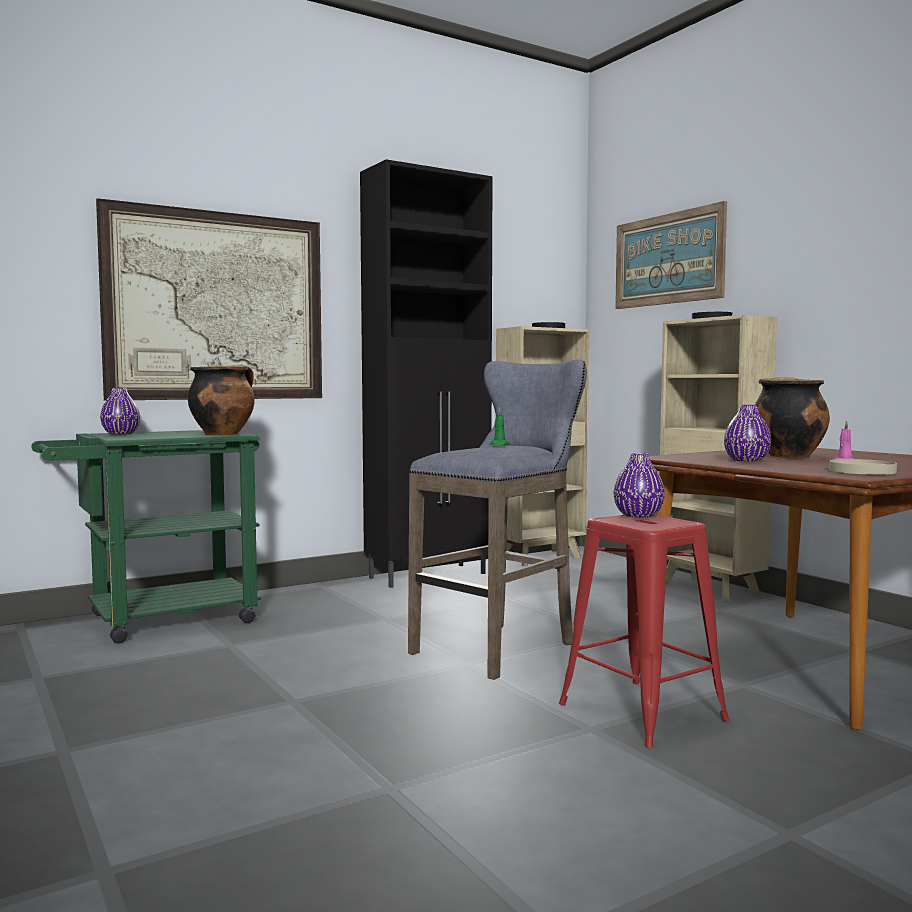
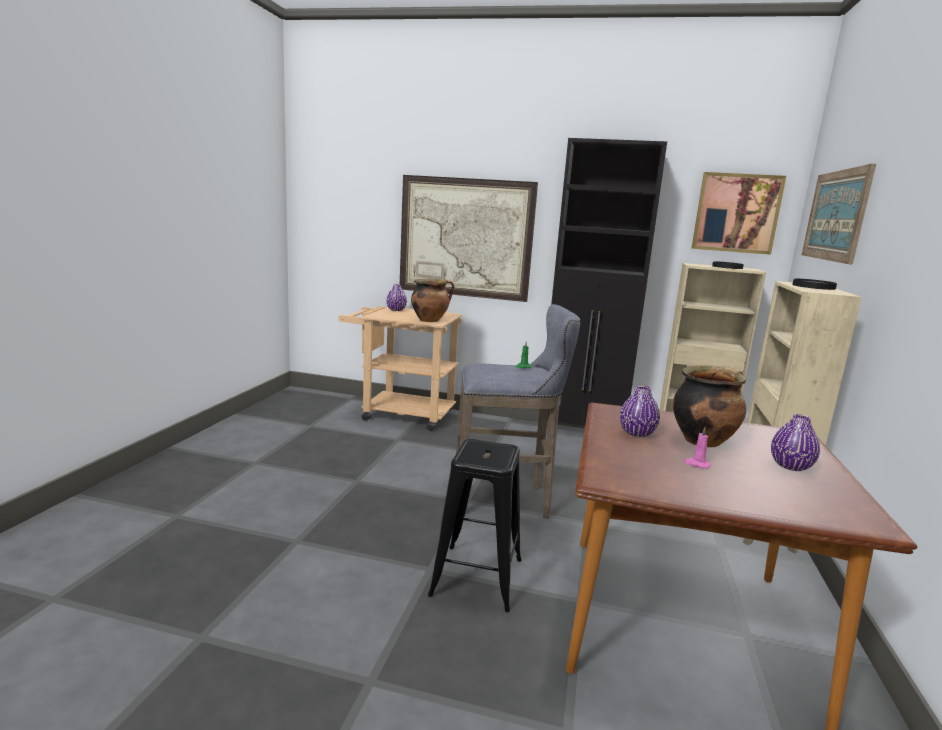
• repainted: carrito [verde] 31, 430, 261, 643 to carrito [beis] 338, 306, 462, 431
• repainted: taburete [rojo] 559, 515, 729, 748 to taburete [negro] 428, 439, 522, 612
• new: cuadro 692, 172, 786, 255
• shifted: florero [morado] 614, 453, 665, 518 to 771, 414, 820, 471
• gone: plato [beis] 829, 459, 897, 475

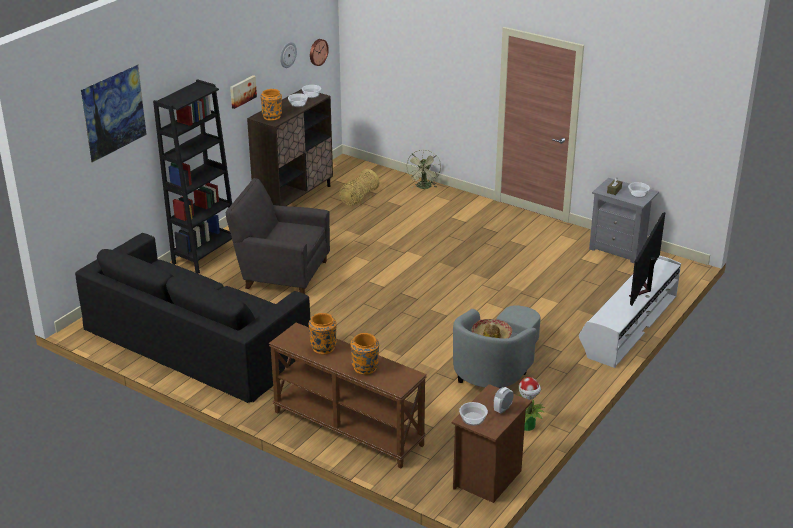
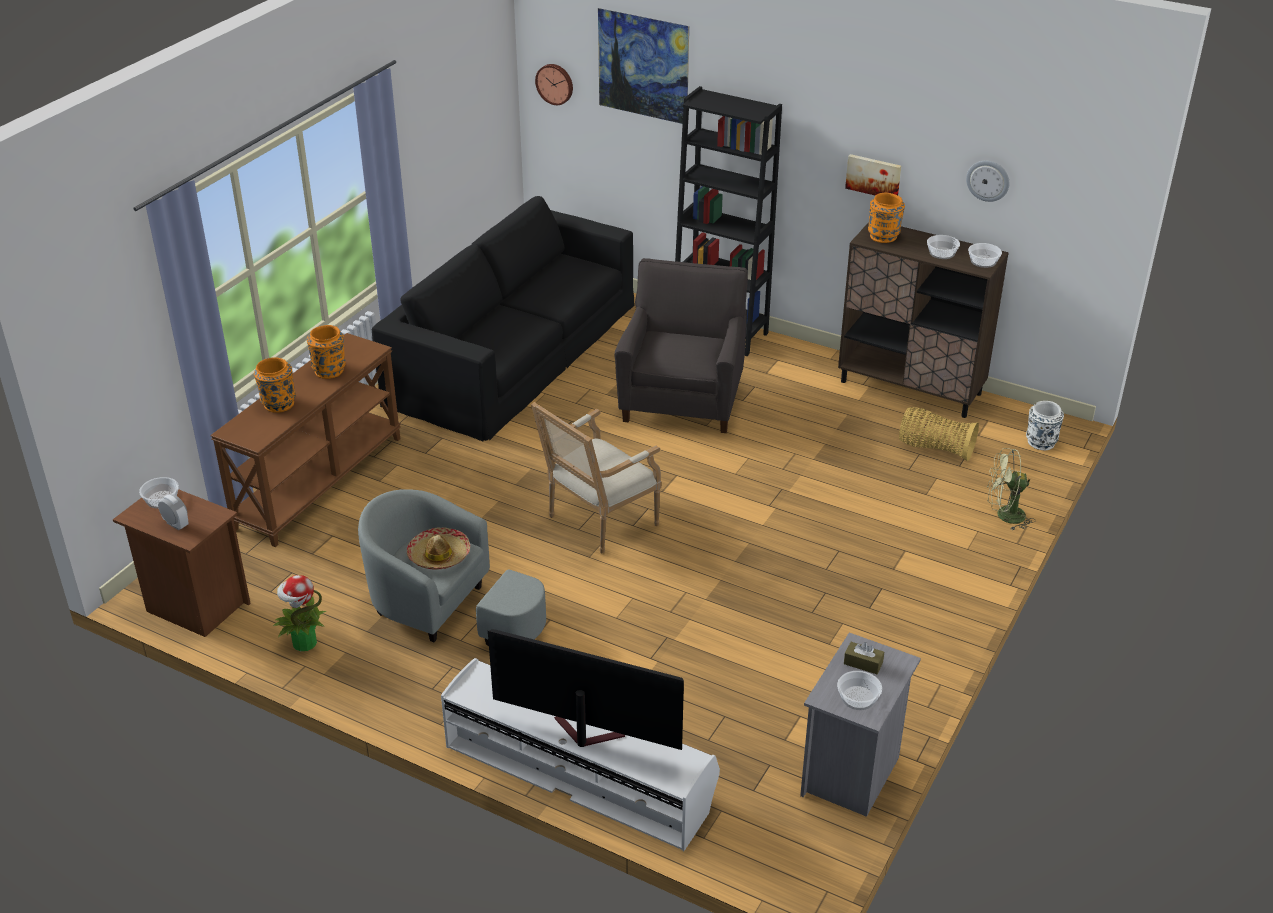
• new: sillón 531, 402, 662, 553
• shifted: reloj de pared 310, 39, 329, 66 to 535, 64, 573, 105
• new: florero [blanco] 1026, 401, 1064, 450

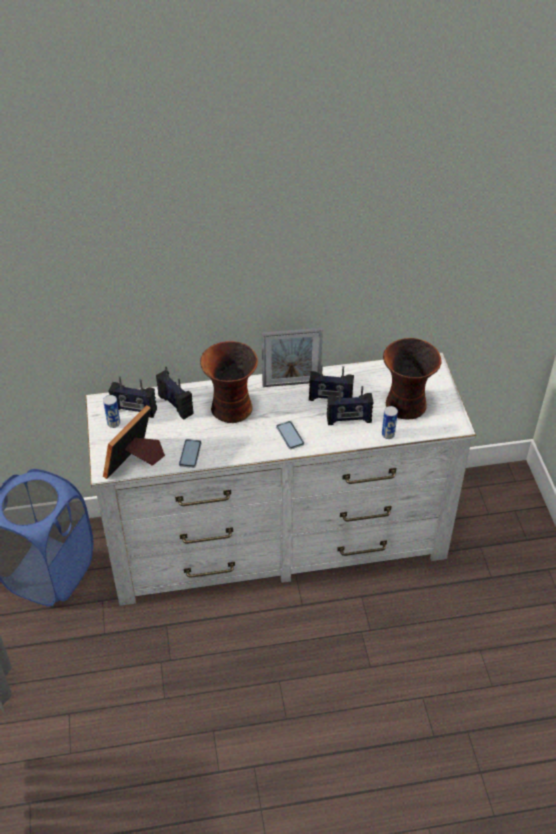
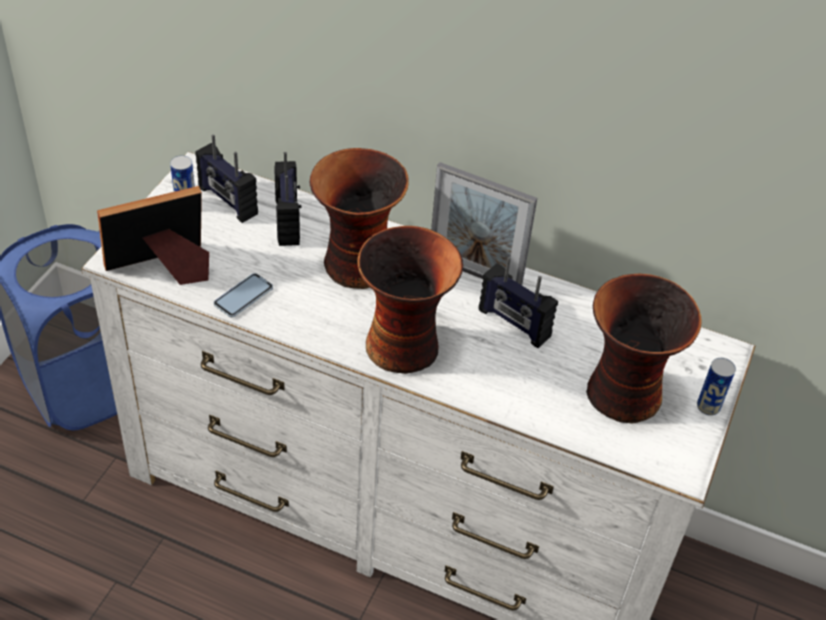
• swapped: móvil 276, 421, 304, 449 to florero 357, 226, 463, 374
• shifted: lata 382, 406, 398, 439 to 697, 358, 736, 416
• gone: radio 327, 386, 373, 425

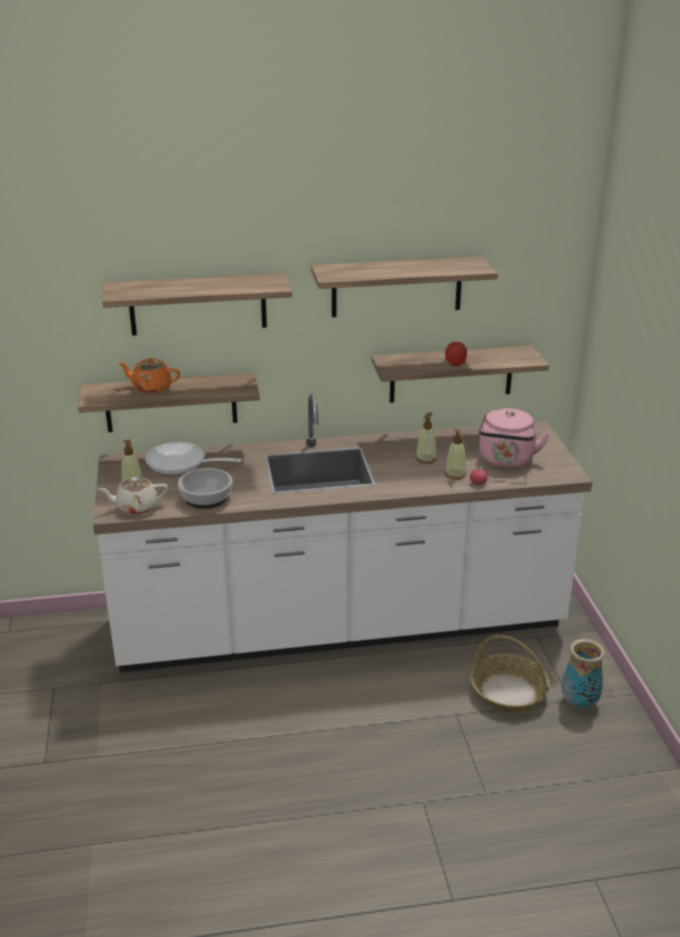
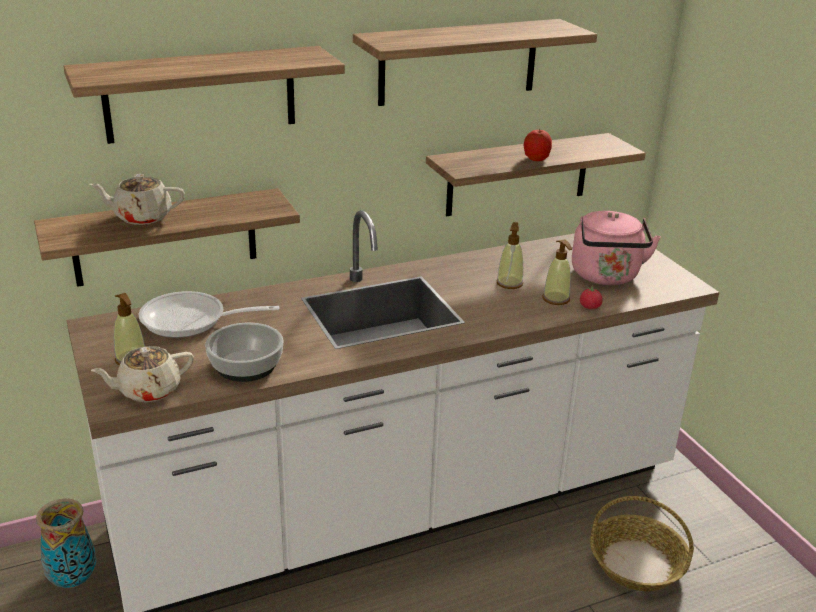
• shifted: florero 561, 639, 605, 709 to 36, 498, 97, 588
• repainted: tetera [naranja] 117, 358, 180, 393 to tetera [beis] 89, 174, 185, 225

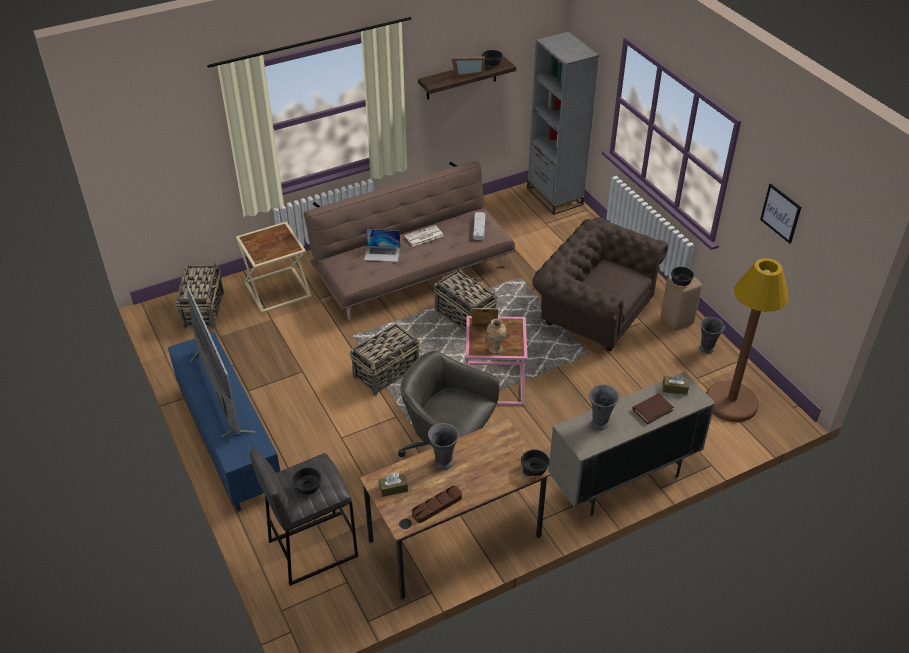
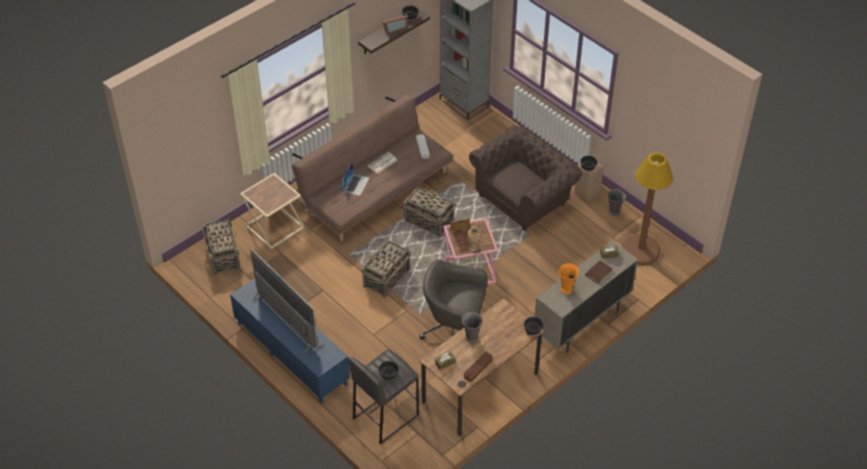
• rotated: portátil 364, 229, 400, 262 = 342, 162, 369, 196 60 degrees counterclockwise
• rotated: sillón [marrón] 532, 217, 668, 351 = 469, 126, 582, 231 120 degrees clockwise
• repainted: florero [gris] 589, 384, 619, 430 to florero [naranja] 559, 263, 579, 294
• gone: cuadro 760, 183, 801, 244

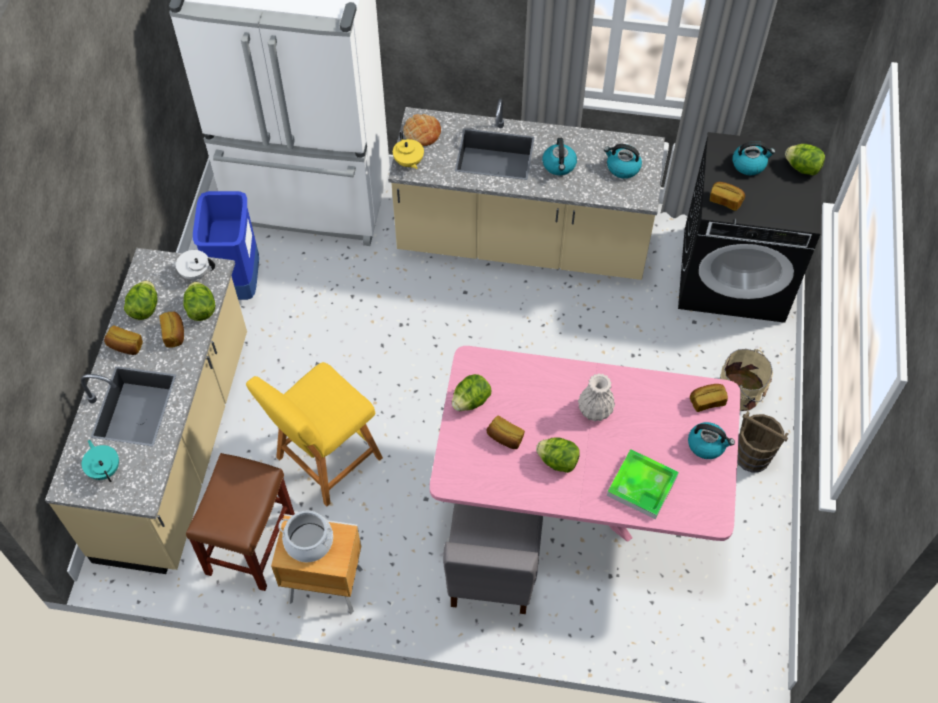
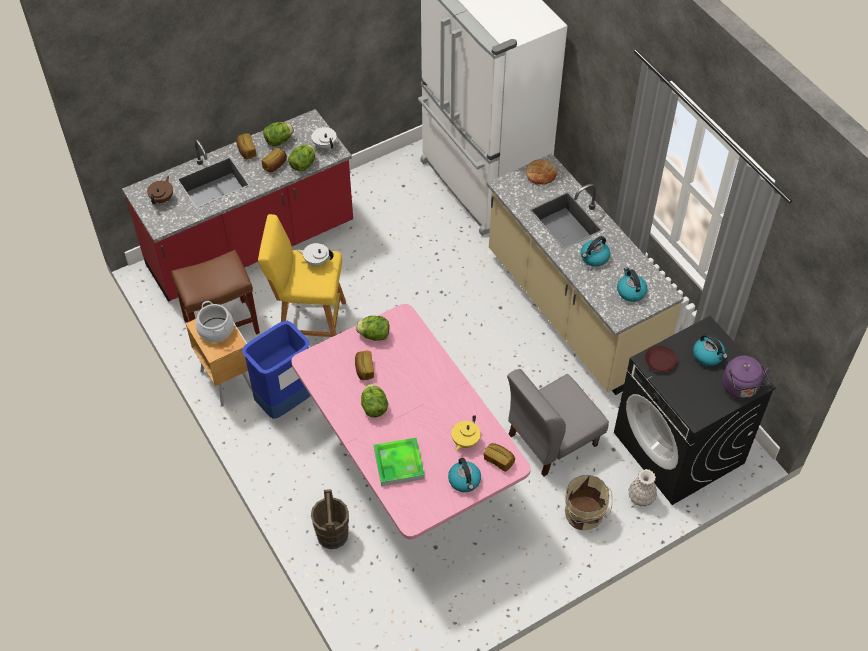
• repainted: mueble bajo de cocina [beis] 45, 248, 247, 574 to mueble bajo de cocina [rojo] 122, 109, 353, 302
• repainted: tetera [turquesa] 82, 440, 119, 482 to tetera [marrón] 147, 176, 173, 205
• shifted: papelera [azul] 193, 191, 259, 300 to 242, 321, 311, 419
• new: tetera [blanco] 296, 243, 334, 266
• shifted: cubo [marrón] 737, 411, 789, 473 to 311, 489, 349, 549
• shifted: tetera [amarillo] 393, 132, 424, 169 to 451, 415, 481, 451
• shifted: silla [gris] 443, 503, 543, 614 to 507, 369, 609, 476
• shifted: florero [blanco] 578, 373, 615, 421 to 628, 469, 657, 507
• swapped: pan 710, 182, 745, 211 to plato [marrón] 645, 345, 678, 372
• swapped: lechuga 785, 144, 825, 176 to hervidor [morado] 722, 356, 771, 399

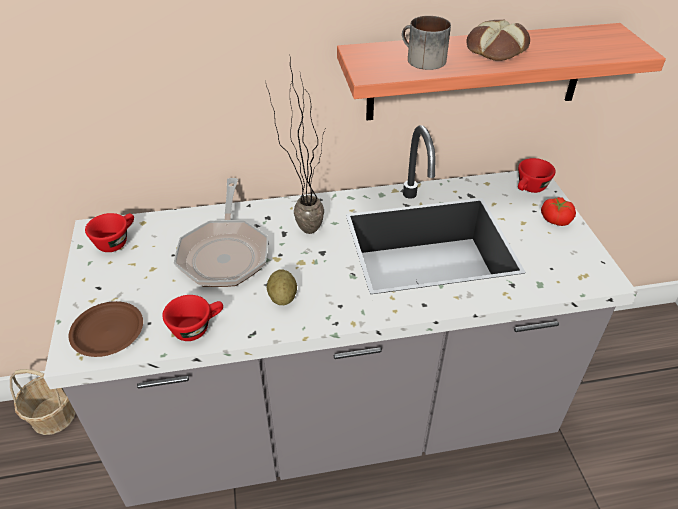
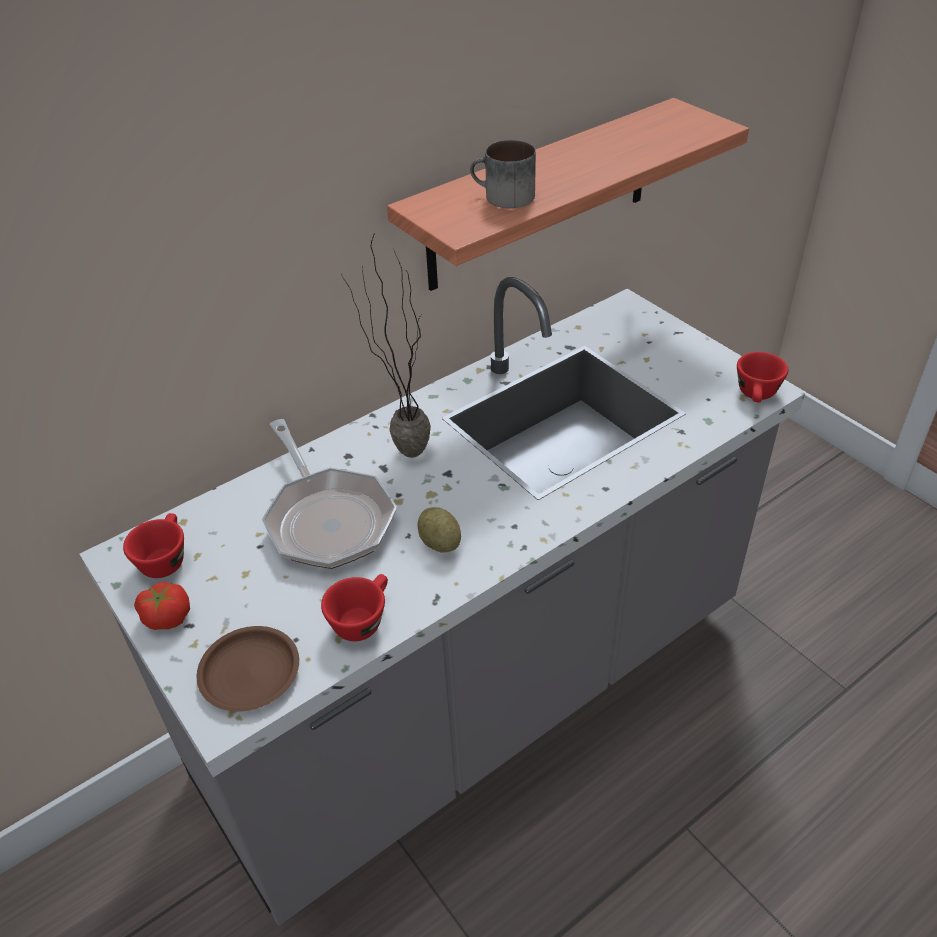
• shifted: tomate 541, 197, 576, 226 to 134, 582, 190, 630
• shifted: taza [rojo] 518, 158, 556, 193 to 737, 352, 788, 403
• gone: cesta 10, 369, 76, 435
• gone: pan 466, 19, 530, 61

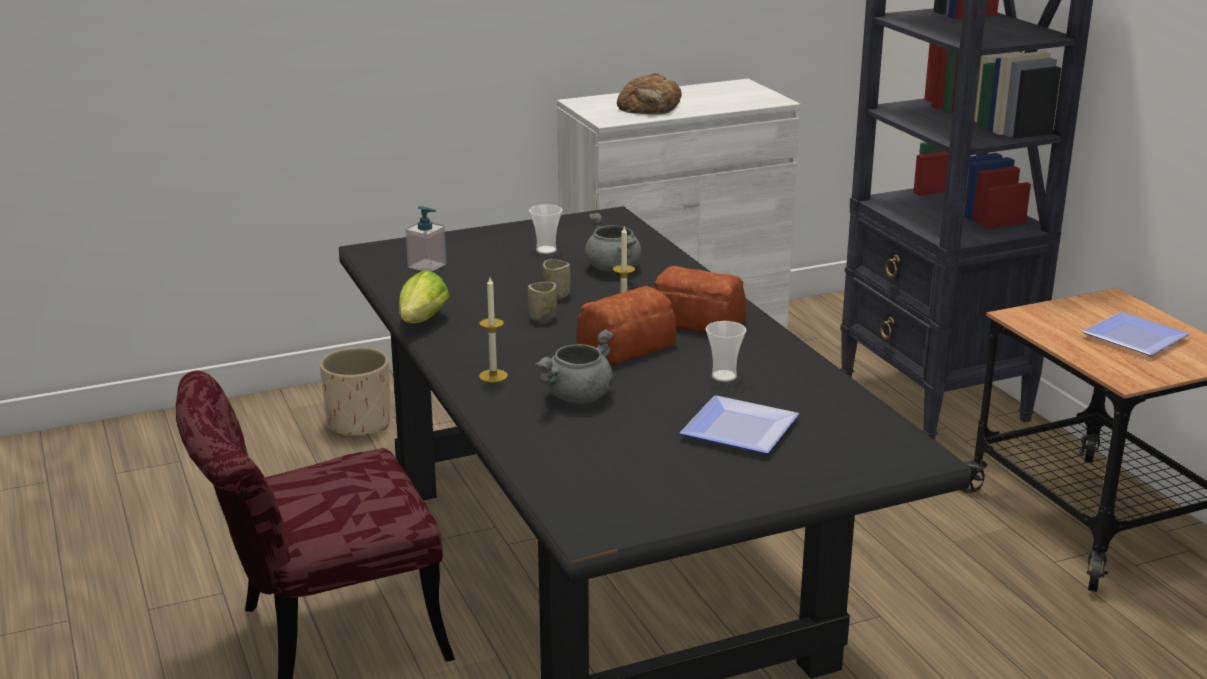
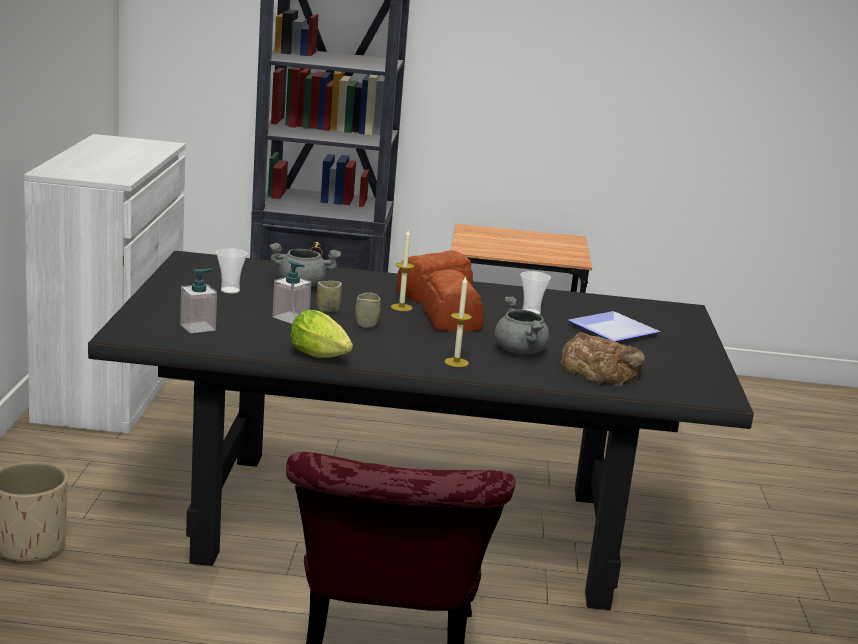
• new: dispensador de jabón 272, 260, 311, 324
• shifted: pan 617, 73, 682, 115 to 561, 332, 645, 386
• gone: plato 1082, 312, 1189, 356

